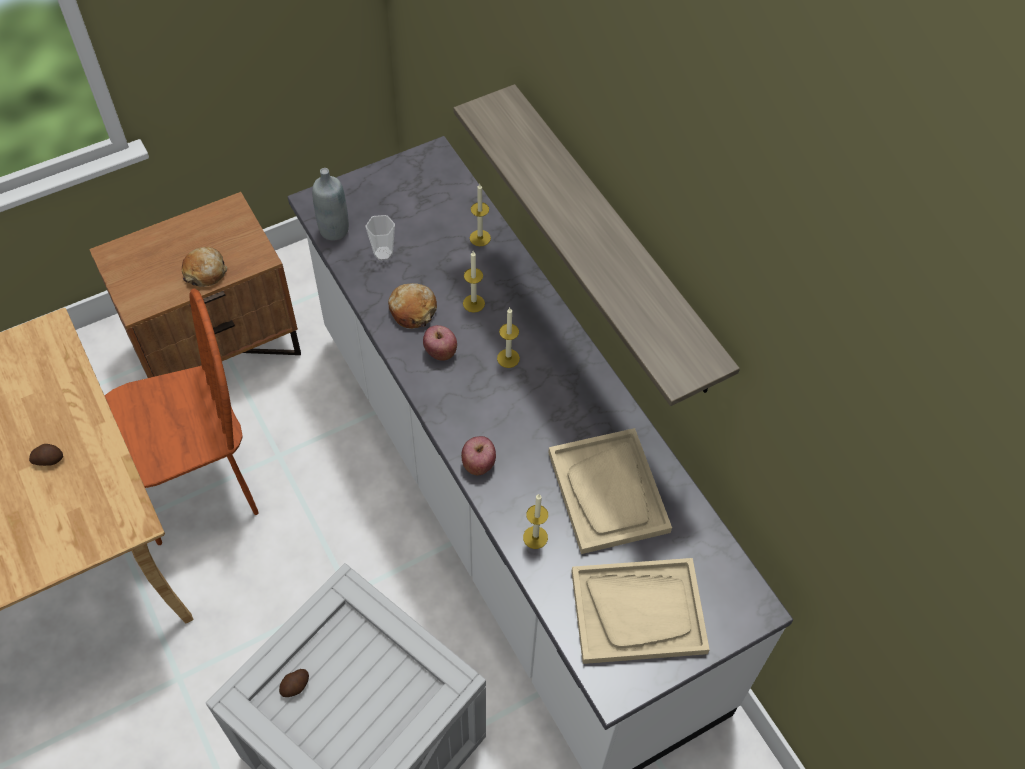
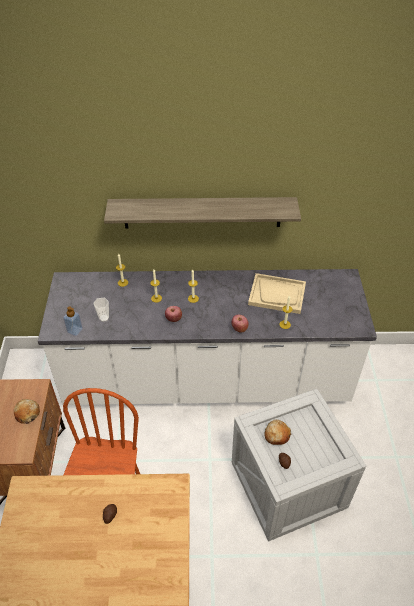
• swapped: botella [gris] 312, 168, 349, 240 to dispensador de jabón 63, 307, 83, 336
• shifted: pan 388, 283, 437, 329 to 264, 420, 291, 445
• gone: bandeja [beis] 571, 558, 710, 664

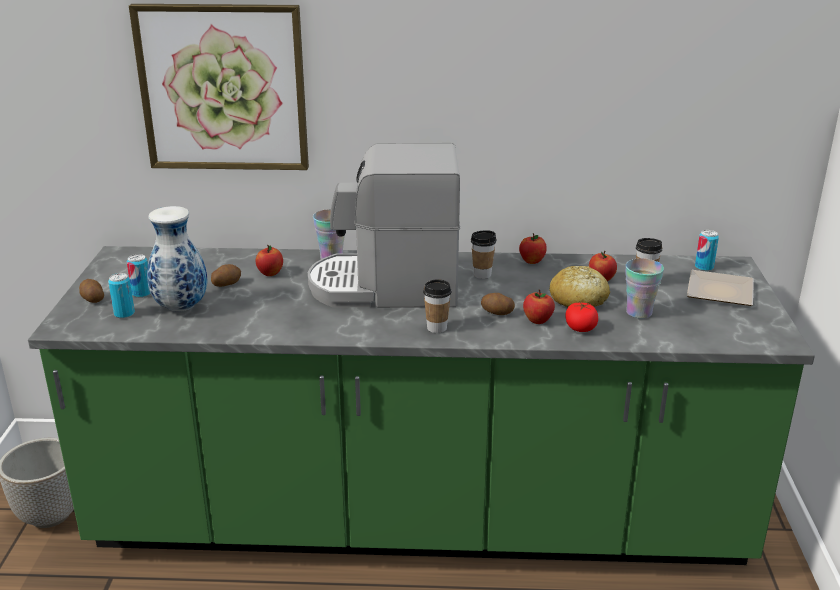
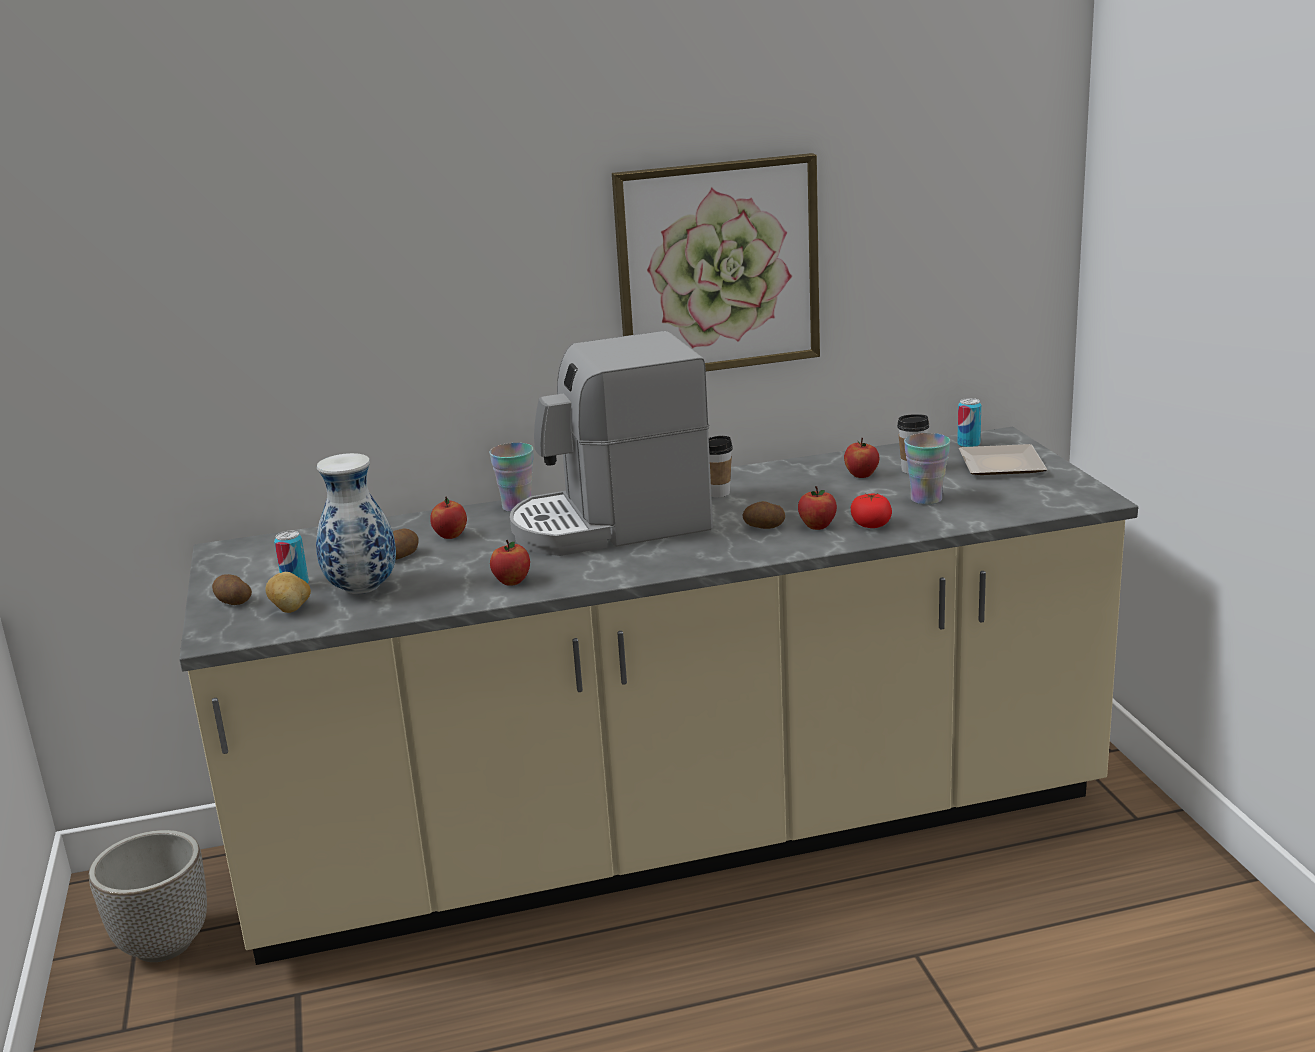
• repainted: mueble bajo de cocina [verde] 28, 246, 815, 565 to mueble bajo de cocina [beis] 179, 427, 1138, 965
• swapped: lata 108, 273, 135, 318 to patata 265, 572, 311, 613
• shifted: manzana 519, 233, 547, 264 to 490, 540, 530, 586
• shifted: cuadro 129, 4, 309, 170 to 612, 153, 820, 371
• gone: taza 423, 279, 452, 333
• gone: pan 549, 266, 610, 307

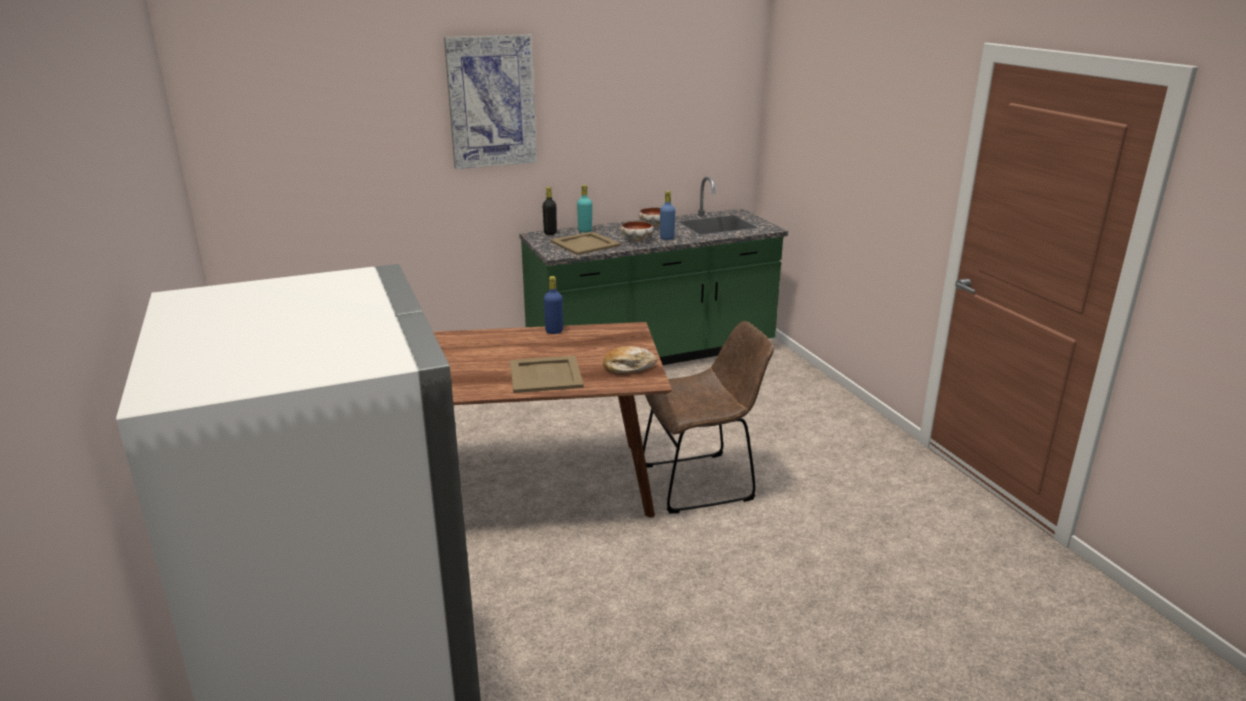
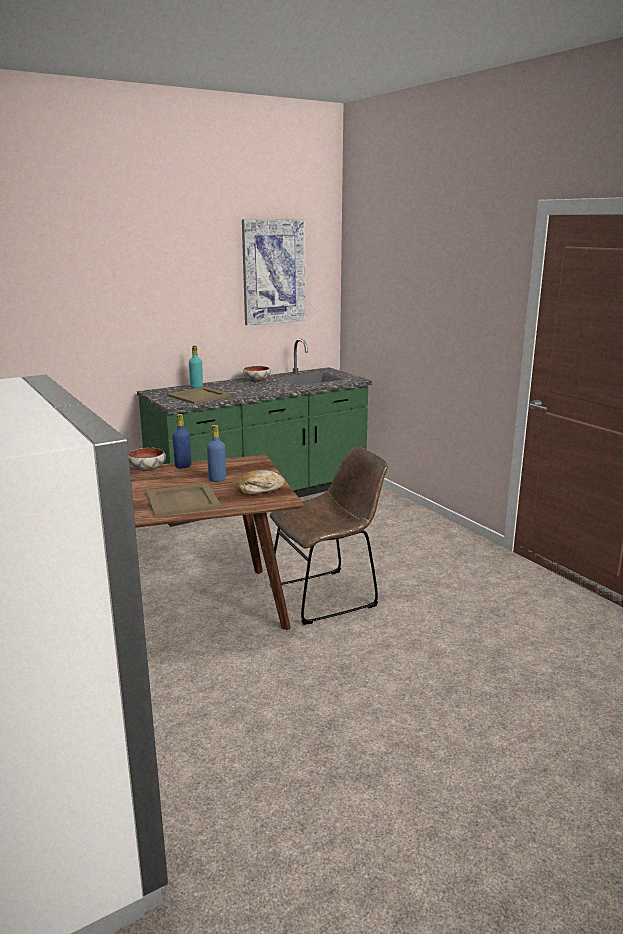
• shifted: cuenco 621, 221, 654, 241 to 129, 448, 166, 471
• shifted: botella [azul] 660, 191, 675, 240 to 207, 425, 226, 482
• shifted: cuadro 444, 34, 537, 169 to 242, 220, 305, 326
• gone: botella [negro] 543, 187, 557, 235

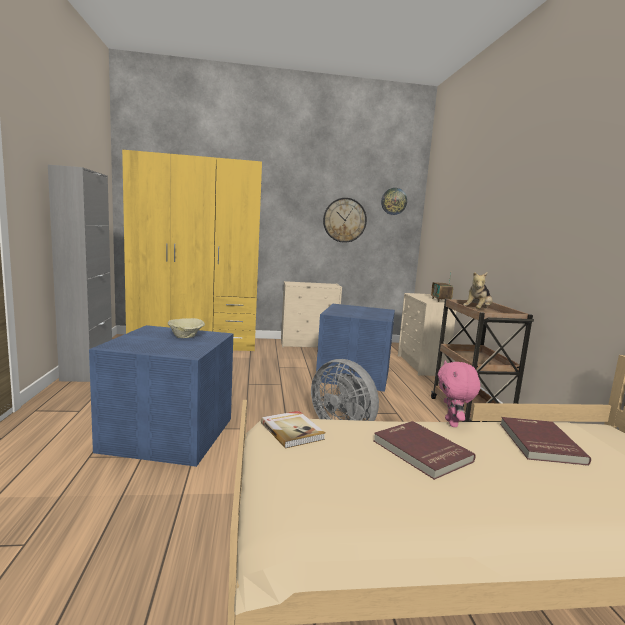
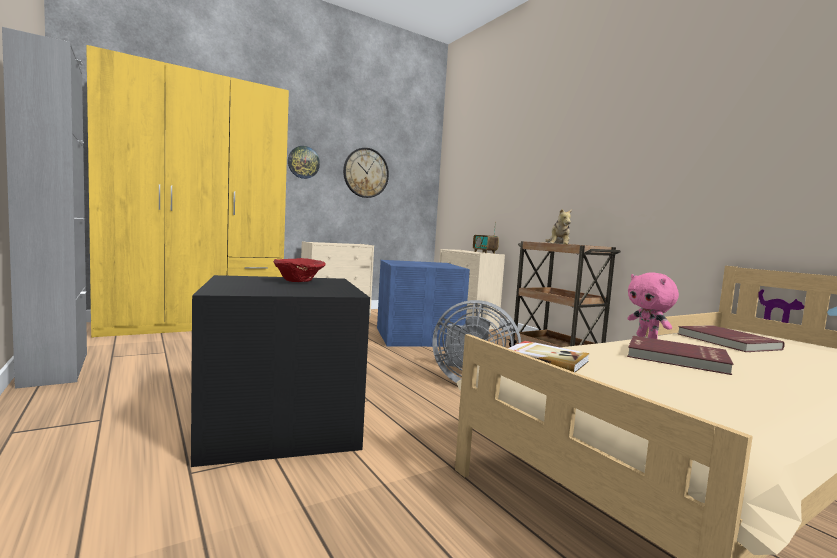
• repainted: caja de almacenaje [azul] 89, 325, 233, 467 to caja de almacenaje [negro] 191, 275, 370, 467
• repainted: cuenco [beis] 168, 318, 205, 338 to cuenco [rojo] 273, 258, 326, 282
• shifted: reloj de pared 381, 188, 407, 215 to 288, 146, 320, 179

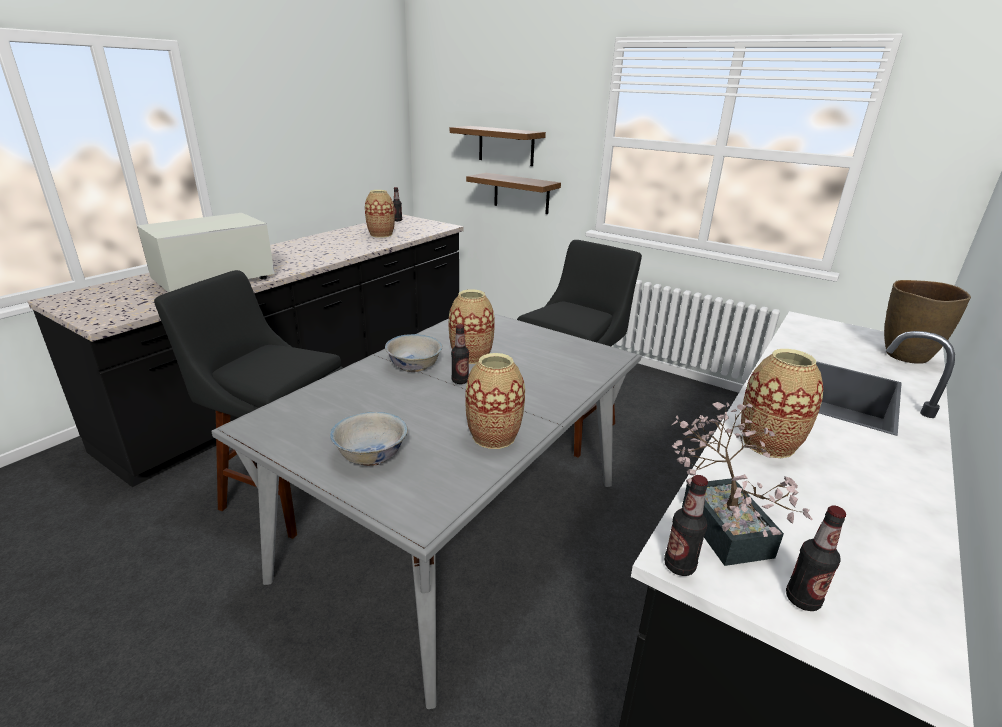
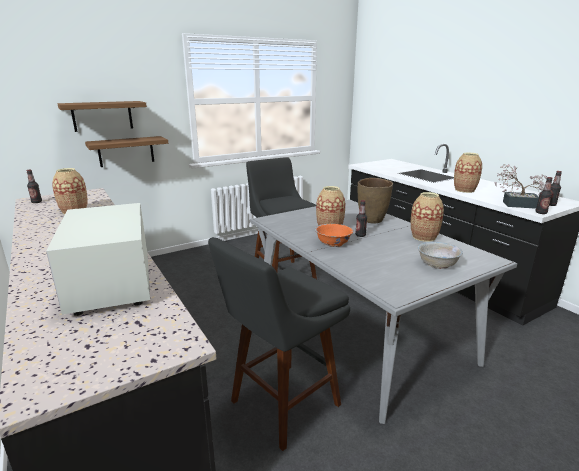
• repainted: cuenco [blanco] 385, 334, 442, 372 to cuenco [naranja] 315, 224, 353, 247
• shifted: florero [marrón] 884, 280, 971, 364 to 358, 178, 393, 224

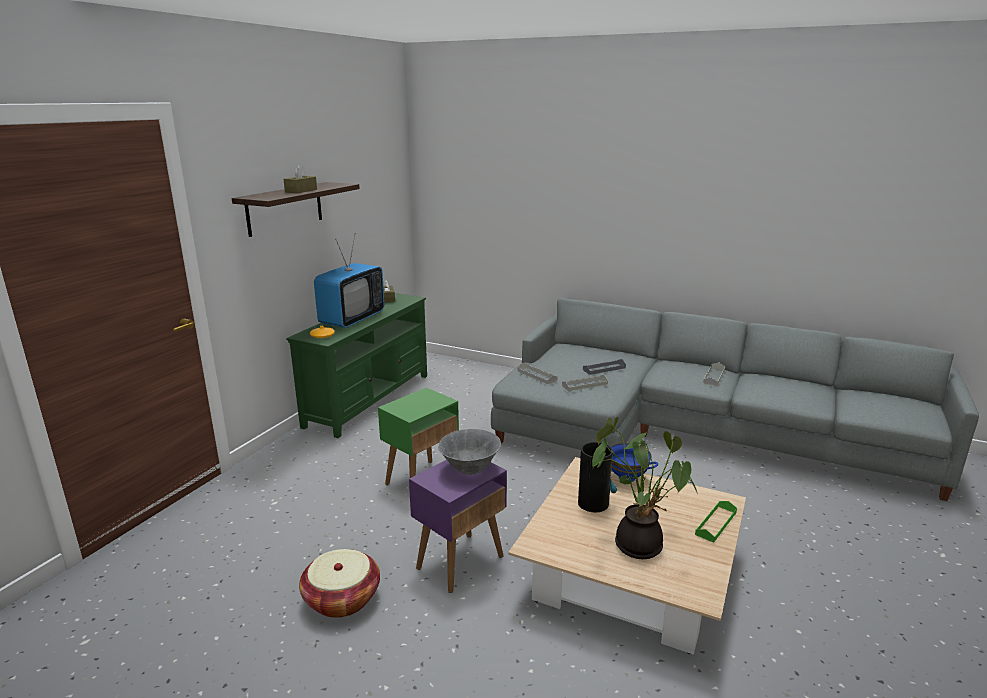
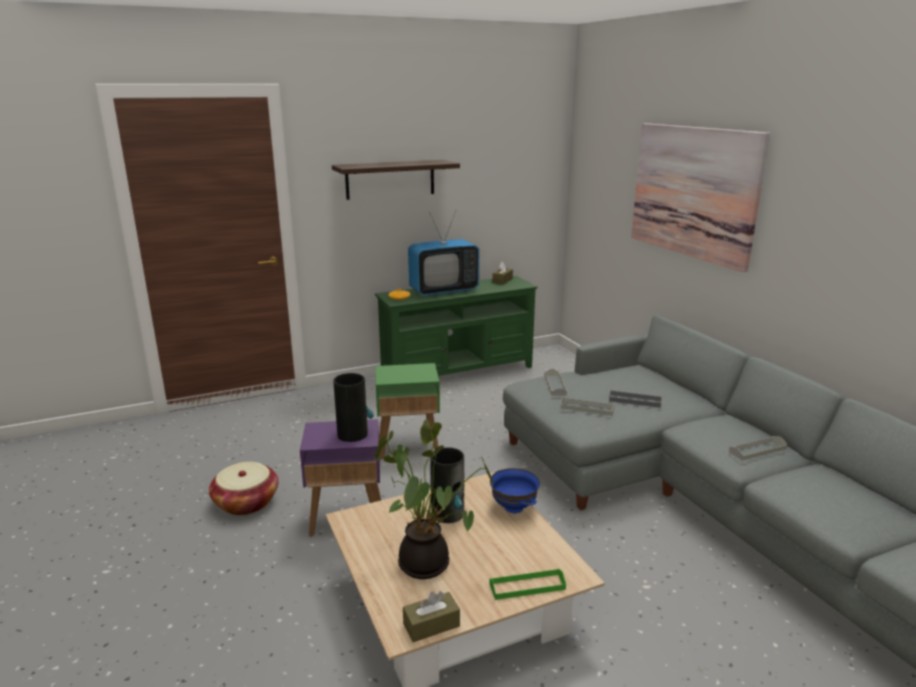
• swapped: cuenco [gris] 438, 429, 501, 475 to florero 333, 373, 374, 442
• shifted: caja de pañuelos [marrón] 283, 164, 317, 193 to 403, 591, 460, 642
• new: cuadro 631, 123, 770, 272

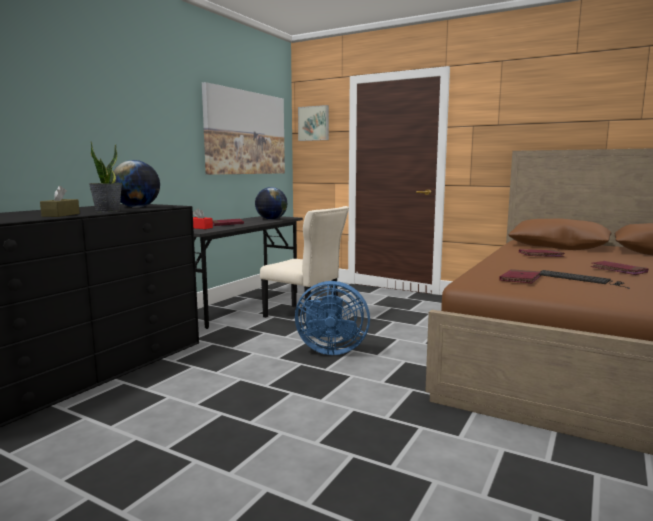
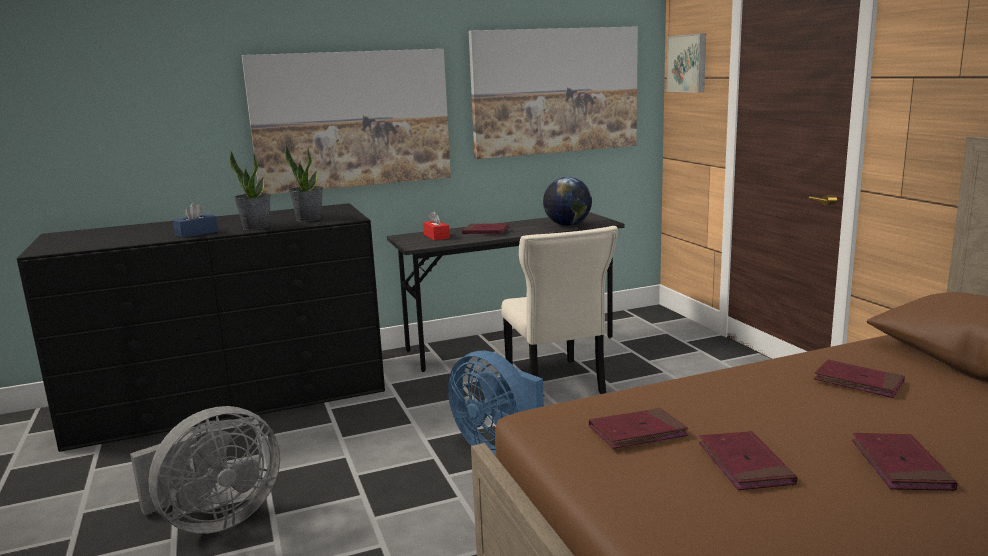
• new: ventilador [gris] 130, 406, 280, 534
• repainted: caja de pañuelos [marrón] 40, 186, 80, 217 to caja de pañuelos [azul] 172, 203, 218, 238
• new: cuadro 242, 49, 451, 194
• swapped: globo terráqueo 113, 160, 160, 208 to planta en maceta 284, 145, 323, 222
• swapped: teclado 539, 270, 630, 289 to libro [rojo] 699, 431, 798, 490

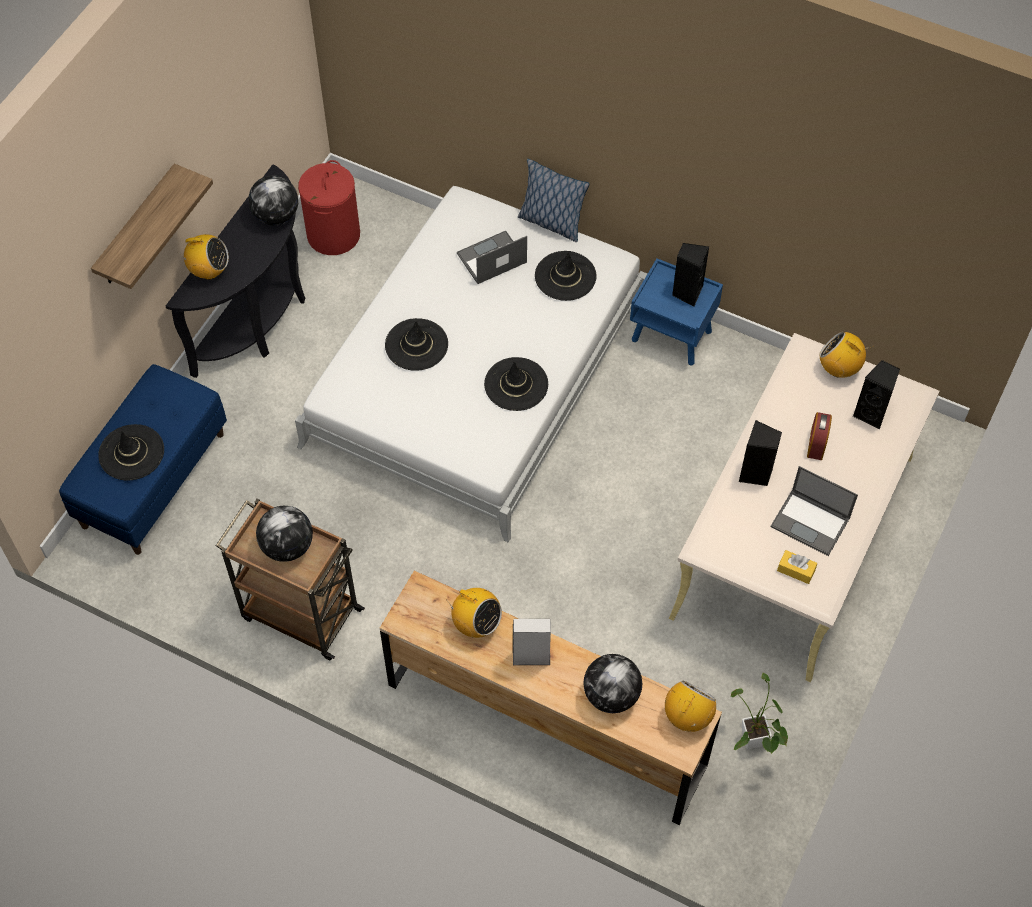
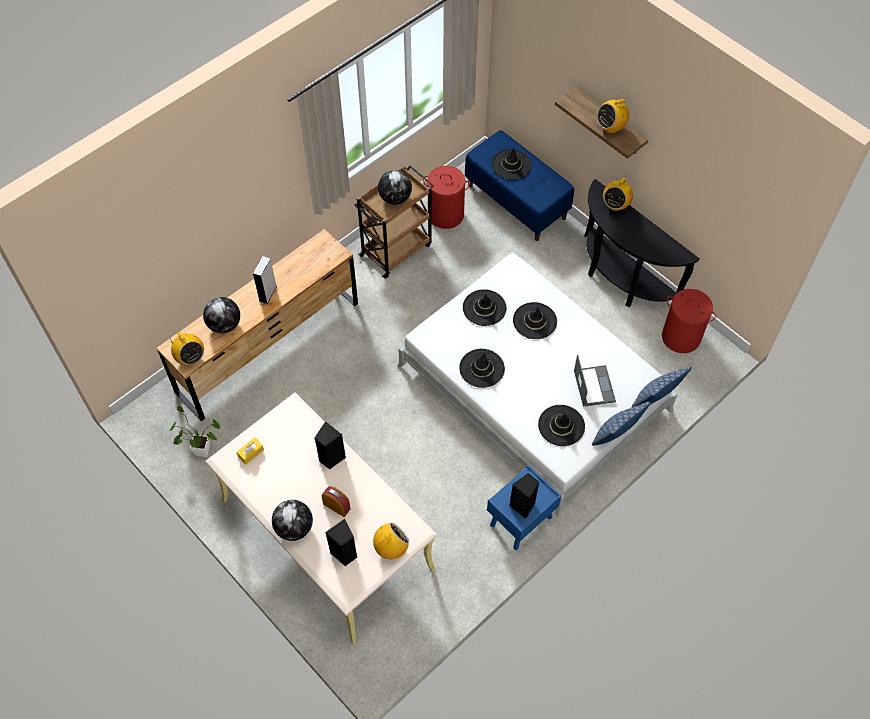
• shifted: globo terráqueo 248, 175, 298, 226 to 272, 500, 313, 541
• new: cesto de la ropa [rojo] 423, 166, 470, 229
• new: sombrero [negro] 463, 289, 506, 326
• shifted: radio 446, 588, 502, 638 to 597, 96, 629, 134
• new: cojín 632, 366, 692, 407
• gone: portátil 771, 466, 858, 556

